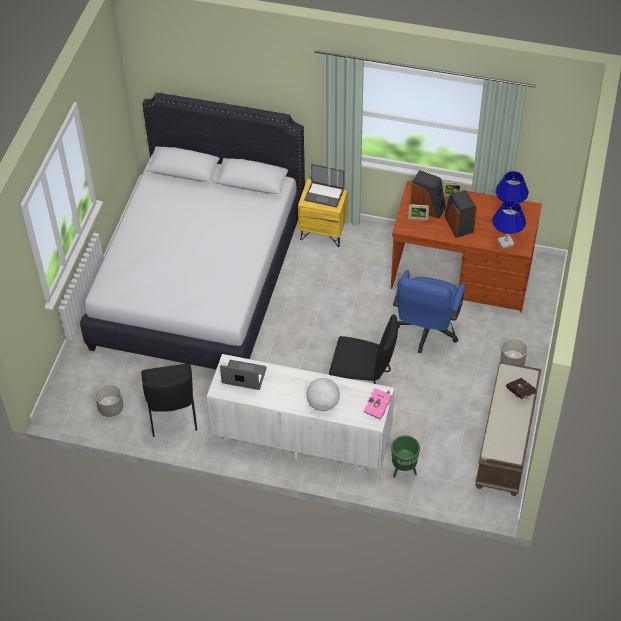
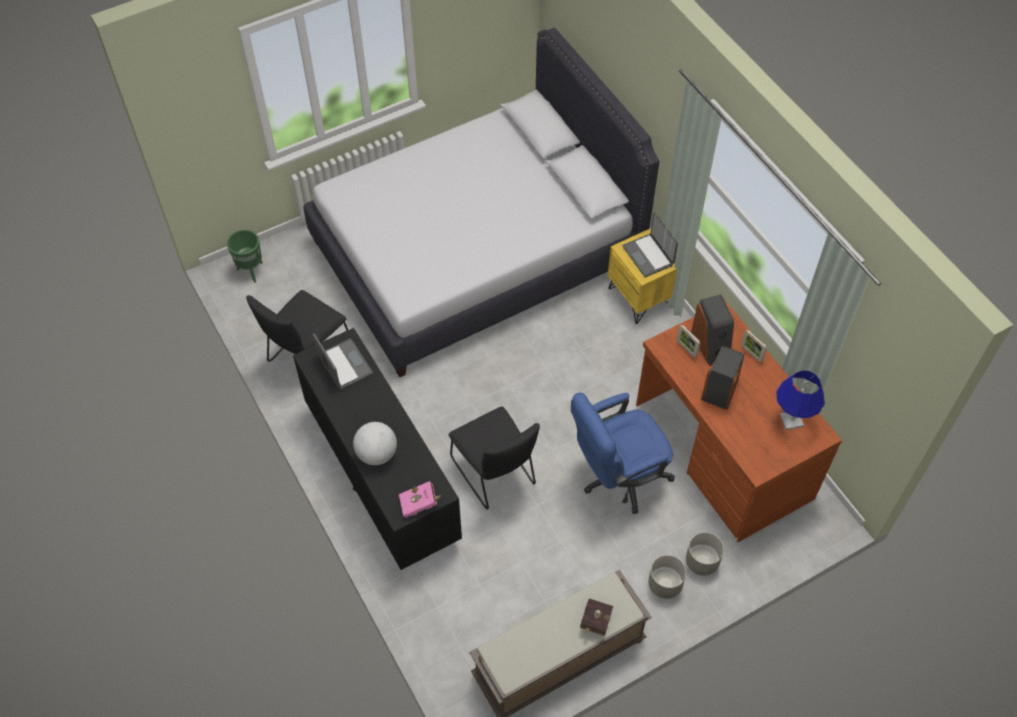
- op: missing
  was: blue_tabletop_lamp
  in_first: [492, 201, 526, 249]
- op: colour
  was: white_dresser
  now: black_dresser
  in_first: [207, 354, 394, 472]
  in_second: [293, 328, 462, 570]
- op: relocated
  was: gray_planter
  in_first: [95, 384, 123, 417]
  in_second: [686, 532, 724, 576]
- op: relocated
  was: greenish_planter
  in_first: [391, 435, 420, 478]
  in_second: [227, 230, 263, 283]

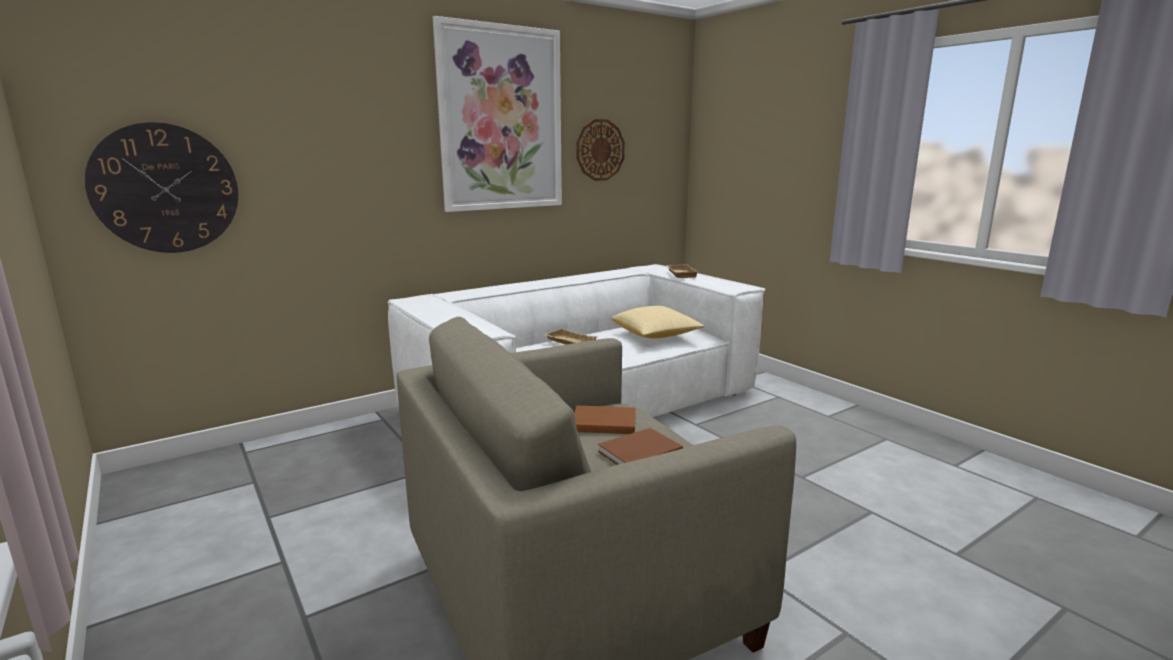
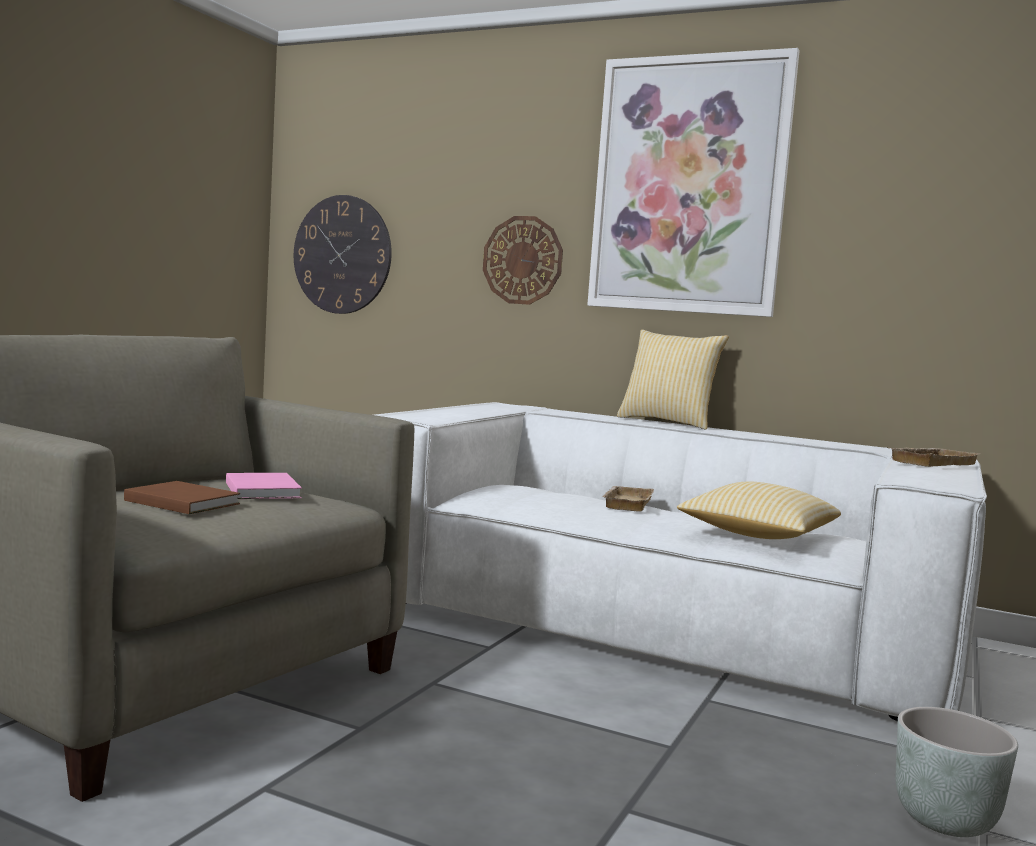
- op: relocated
  was: clock_on_the_wall
  in_first: [576, 119, 625, 181]
  in_second: [483, 216, 563, 305]
- op: colour
  was: brown-coloured_book
  now: pinkish_book
  in_first: [574, 405, 636, 434]
  in_second: [226, 473, 302, 499]
- op: appeared
  now: cushion
  in_second: [617, 330, 729, 429]
- op: appeared
  now: gray_planter
  in_second: [896, 707, 1018, 837]

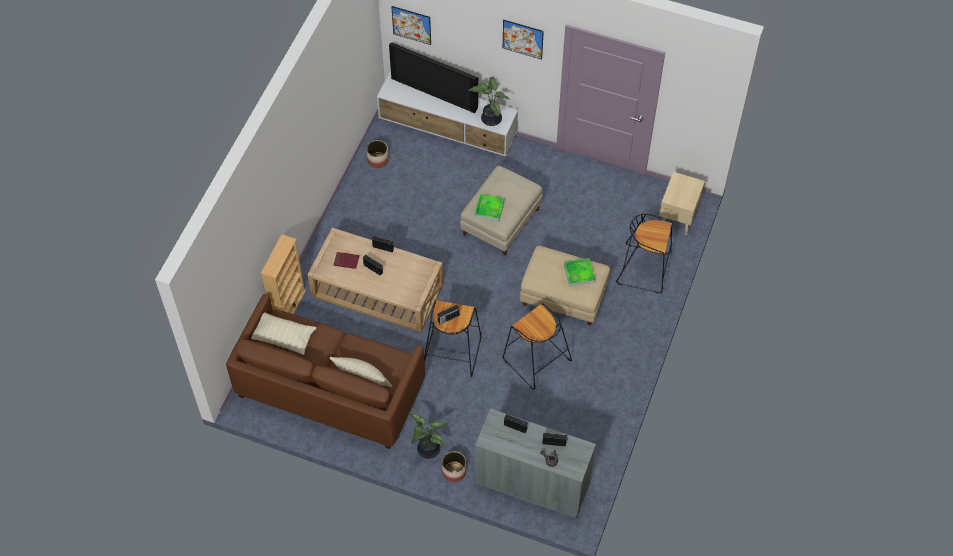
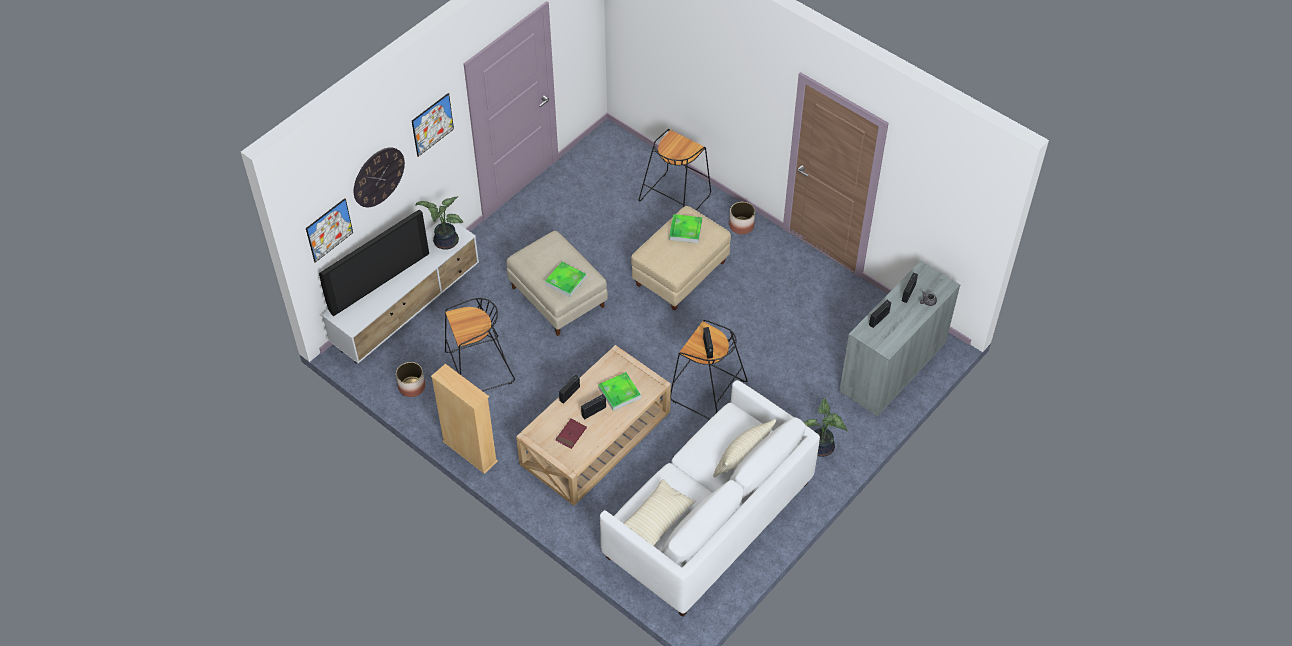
- op: missing
  was: beige-coloured_night_table
  in_first: [659, 172, 705, 235]
- op: relocated
  was: beige-coloured_shelving_unit
  in_first: [261, 234, 306, 314]
  in_second: [431, 364, 498, 474]
- op: colour
  was: brown-coloured_settee
  now: white_settee
  in_first: [226, 294, 425, 449]
  in_second: [600, 380, 820, 617]
- op: relocated
  was: black_stool_seat
  in_first: [503, 303, 572, 390]
  in_second: [445, 298, 515, 391]
- op: relocated
  was: planter
  in_first: [442, 451, 466, 482]
  in_second: [729, 202, 755, 234]
- op: appeared
  now: clock_on_the_wall
  in_second: [354, 147, 405, 207]
- op: appeared
  now: serving_tray
  in_second: [598, 372, 641, 411]

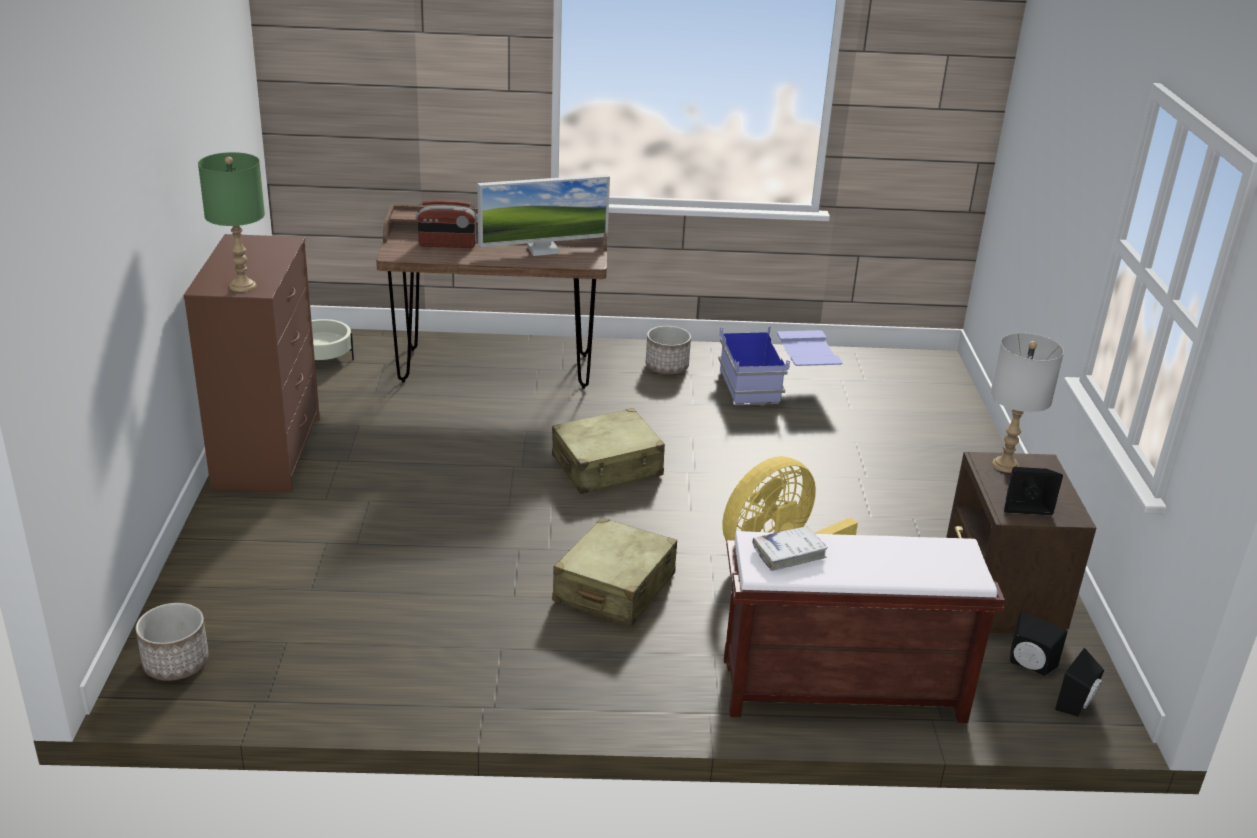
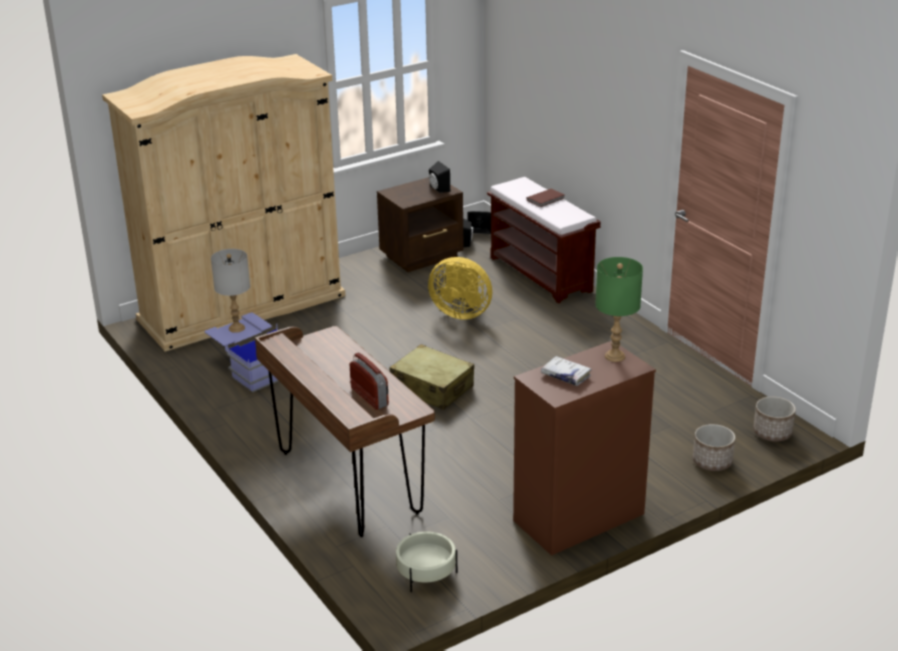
- op: missing
  was: computer_display
  in_first: [477, 174, 610, 256]
- op: relocated
  was: planter
  in_first: [646, 326, 691, 374]
  in_second: [693, 424, 735, 471]
- op: relocated
  was: gray_tabletop_lamp
  in_first: [990, 333, 1064, 473]
  in_second: [211, 249, 250, 333]
- op: missing
  was: beige-coloured_suitcase
  in_first: [553, 518, 677, 627]
- op: relocated
  was: white_book
  in_first: [753, 526, 828, 571]
  in_second: [541, 356, 592, 386]
- op: appeared
  now: beige-coloured_armoire
  in_second: [102, 54, 345, 352]
- op: appeared
  now: brown-coloured_book
  in_second: [526, 189, 564, 207]

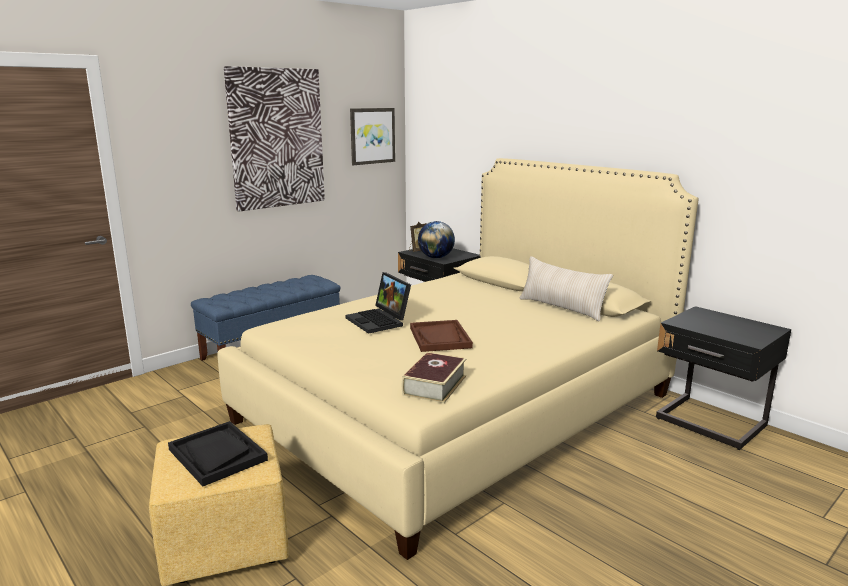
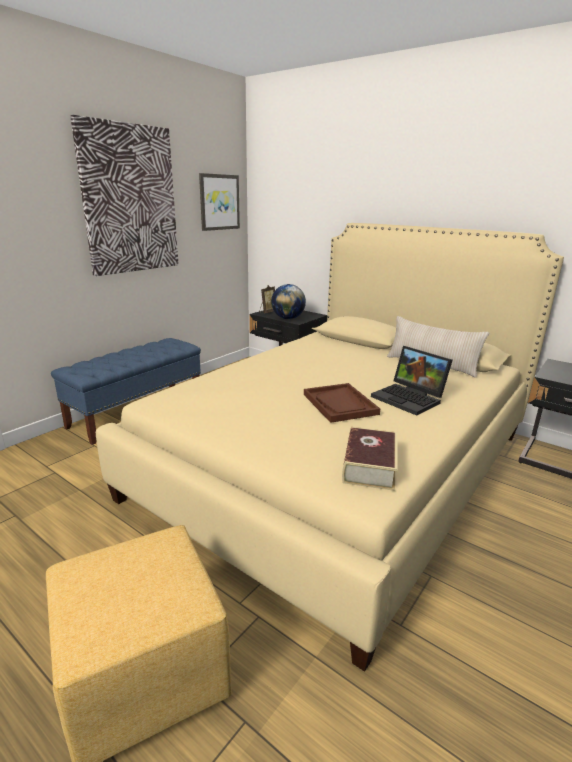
- op: relocated
  was: laptop
  in_first: [345, 272, 411, 334]
  in_second: [371, 346, 453, 416]
- op: missing
  was: black_serving_tray
  in_first: [168, 421, 268, 486]

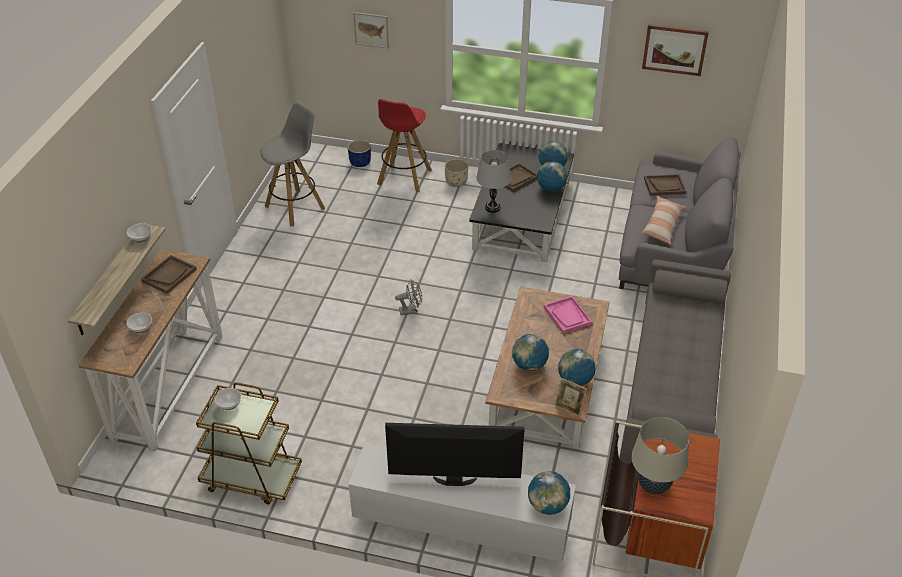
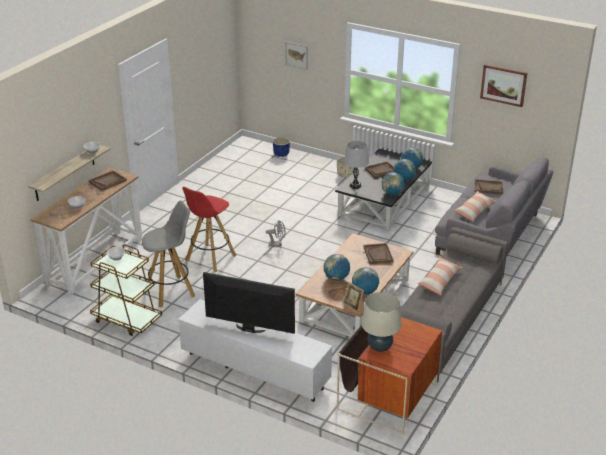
- op: relocated
  was: reddish_stool_seat
  in_first: [377, 99, 432, 192]
  in_second: [182, 187, 237, 272]
- op: relocated
  was: gray_stool_seat
  in_first: [261, 102, 325, 227]
  in_second: [142, 200, 195, 308]
- op: colour
  was: pinkish_serving_tray
  now: brown-coloured_serving_tray
  in_first: [544, 296, 592, 333]
  in_second: [364, 243, 394, 264]
- op: relocated
  was: globe
  in_first: [528, 471, 570, 515]
  in_second: [382, 172, 405, 195]
- op: appeared
  now: cushion
  in_second: [417, 257, 462, 295]

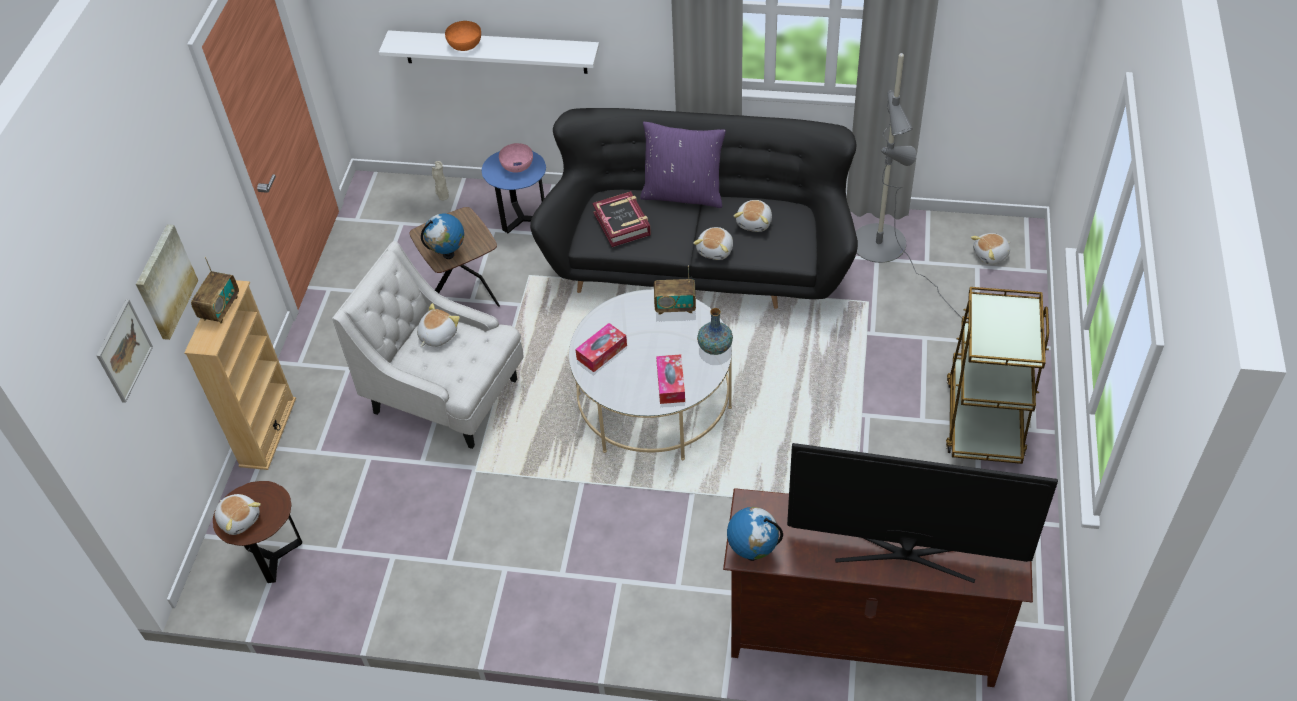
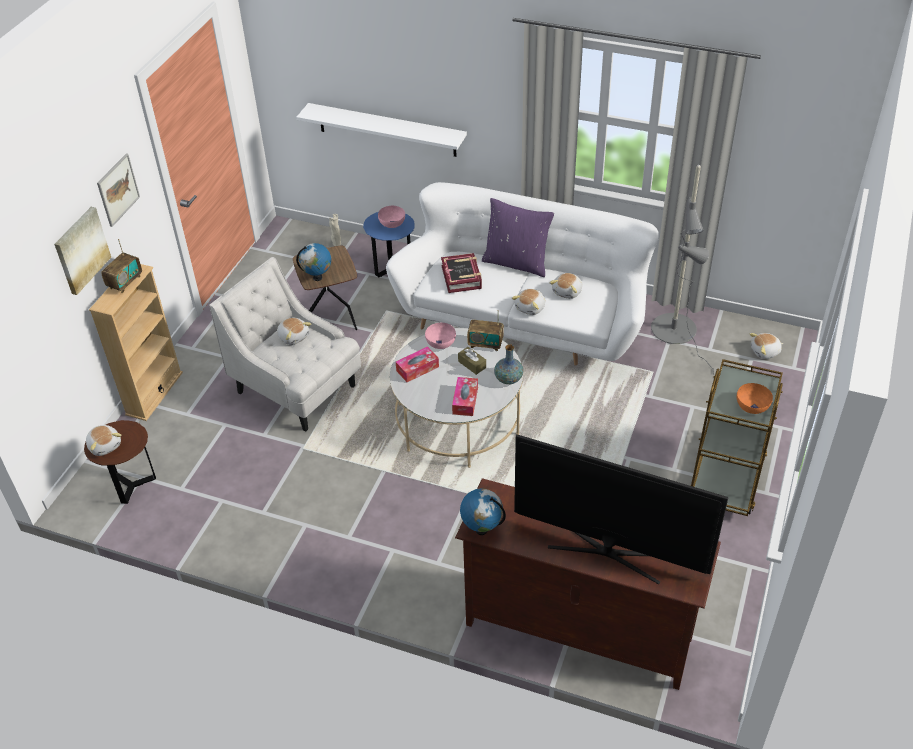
- op: relocated
  was: orangey_bowl
  in_first: [445, 21, 481, 51]
  in_second: [737, 383, 773, 414]
- op: colour
  was: black_settee
  now: white_settee
  in_first: [530, 108, 858, 309]
  in_second: [386, 182, 659, 365]
- op: relocated
  was: wall_art
  in_first: [96, 299, 153, 403]
  in_second: [97, 153, 140, 227]
- op: spun
  was: soft_toy
  in_first: [417, 303, 460, 347]
  in_second: [277, 317, 311, 345]
  clockwise: 90
- op: appeared
  now: pinkish_bowl
  in_second: [425, 323, 456, 349]
- op: appeared
  now: brown-coloured_tissue_box
  in_second: [458, 347, 486, 375]

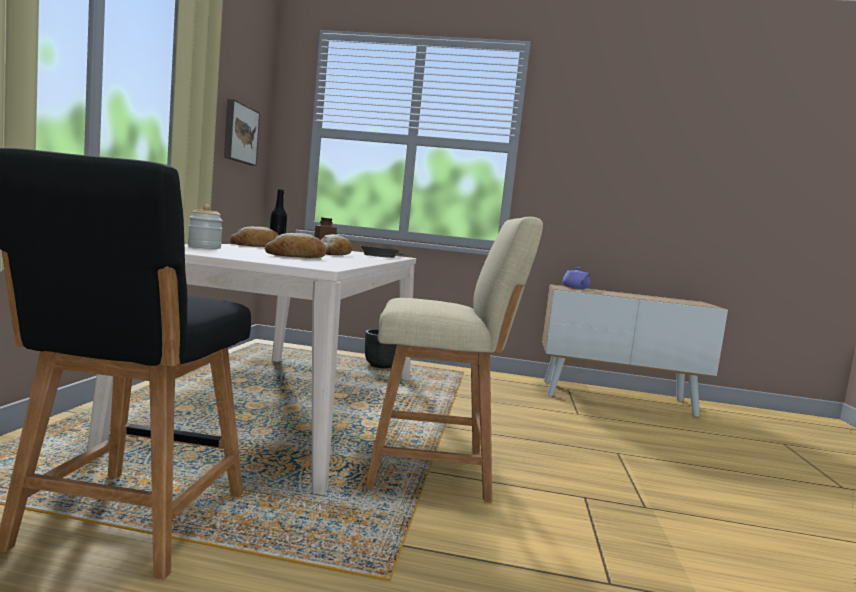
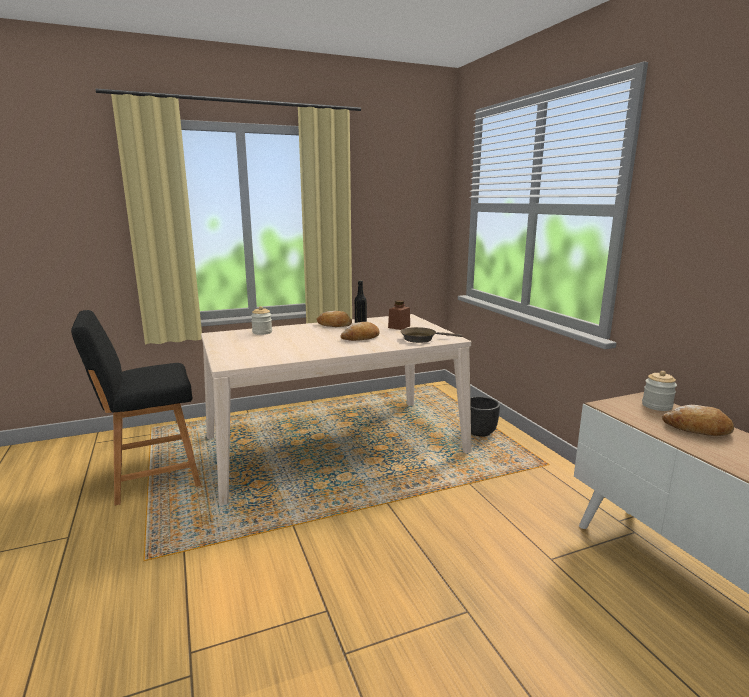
- op: missing
  was: wall_art
  in_first: [224, 99, 260, 166]
- op: missing
  was: beige-coloured_stool_seat
  in_first: [364, 217, 543, 502]
- op: relocated
  was: bread
  in_first: [265, 233, 326, 258]
  in_second: [662, 405, 734, 436]
- op: exchanged
  was: purplish_pot_for_tea
  now: jar
  in_first: [563, 267, 590, 289]
  in_second: [642, 371, 677, 411]

